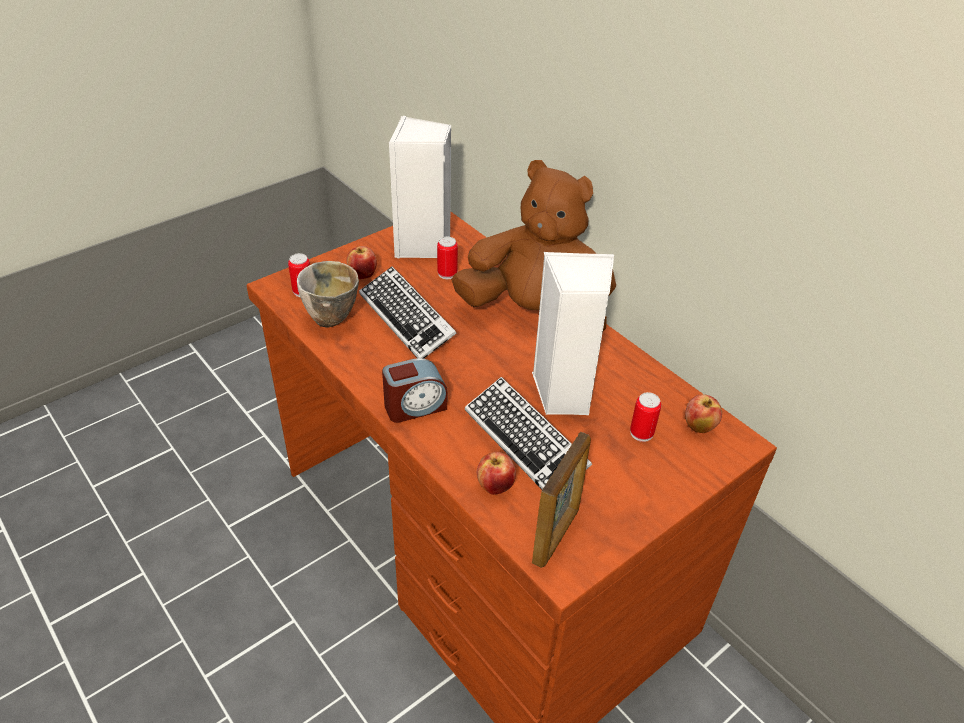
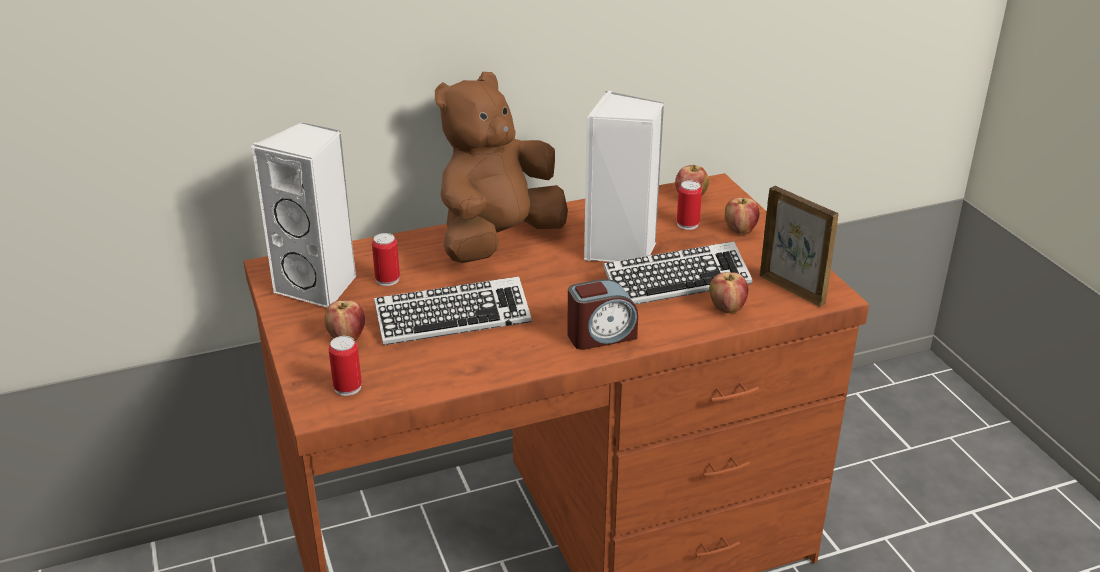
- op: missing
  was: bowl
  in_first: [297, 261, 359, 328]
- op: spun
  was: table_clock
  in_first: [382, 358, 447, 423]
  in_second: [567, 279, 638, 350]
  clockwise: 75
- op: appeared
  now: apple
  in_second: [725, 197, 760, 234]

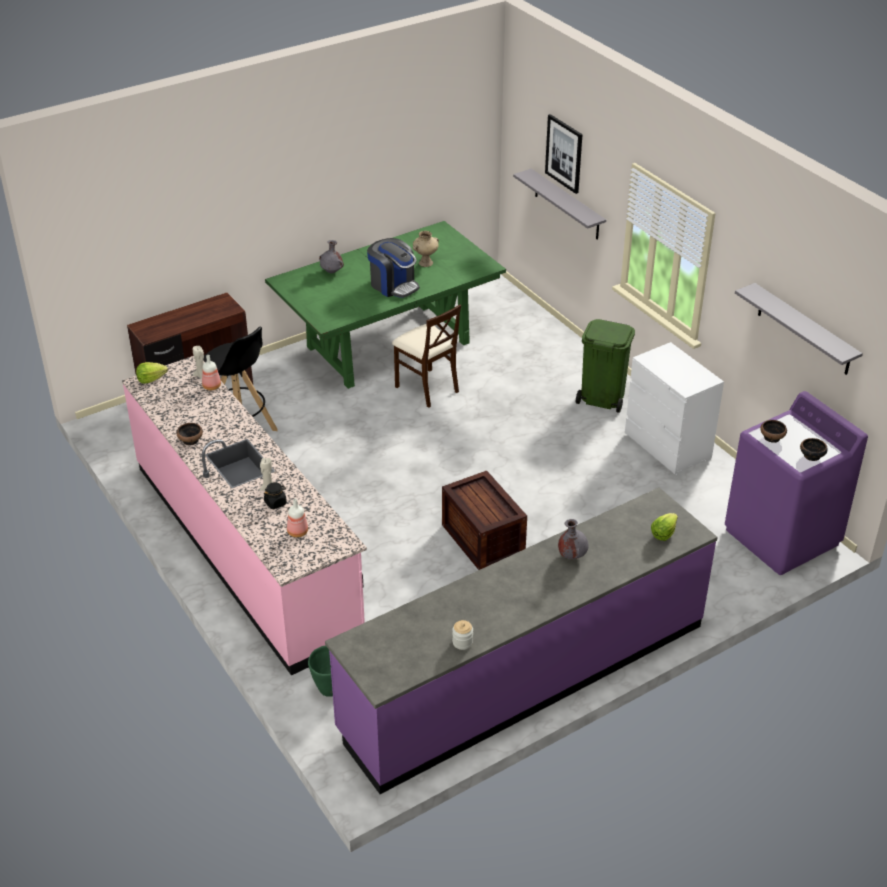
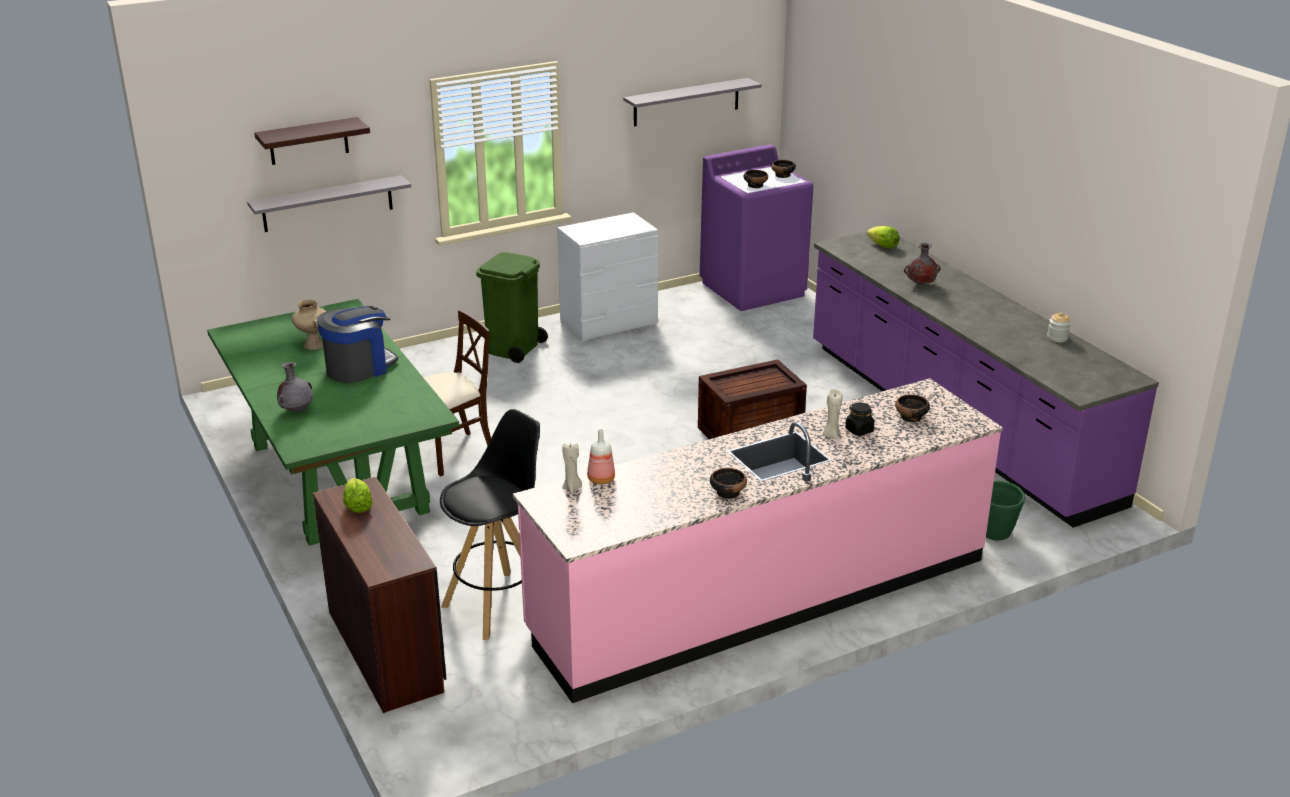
- op: exchanged
  was: wall_art
  now: wall_shelf
  in_first: [545, 114, 582, 194]
  in_second: [254, 117, 370, 165]
- op: relocated
  was: head_of_lettuce
  in_first: [136, 362, 168, 384]
  in_second: [343, 478, 373, 513]
- op: exchanged
  was: beverage_bottle
  now: bowl
  in_first: [287, 499, 308, 537]
  in_second: [895, 394, 930, 422]

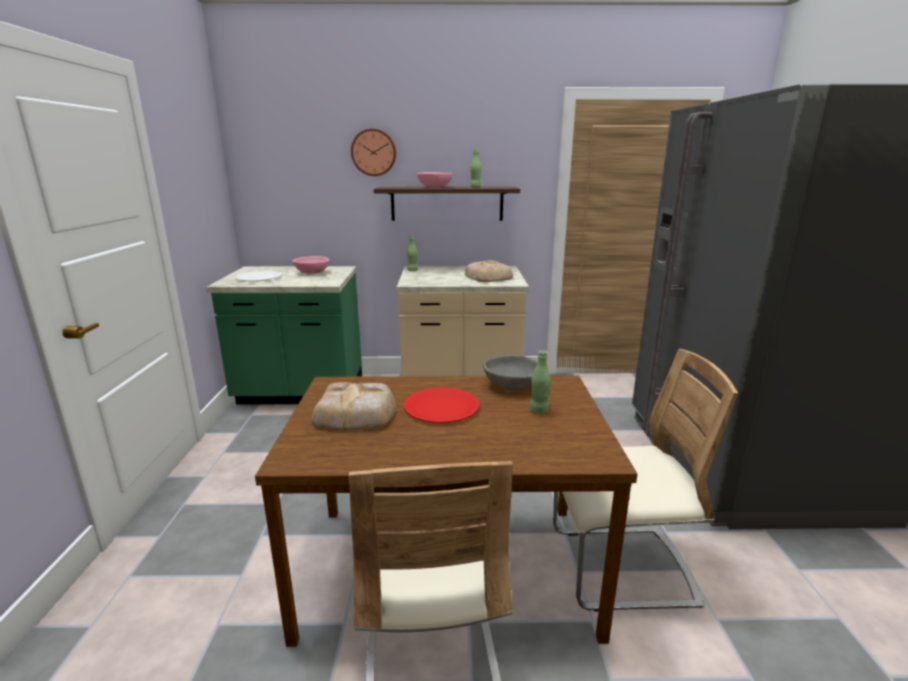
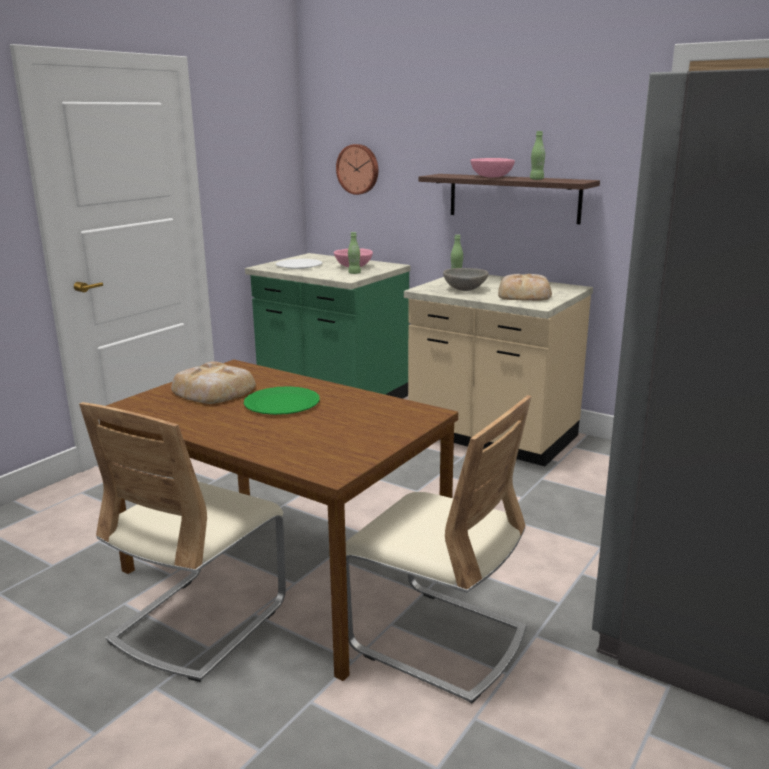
- op: relocated
  was: clock_on_the_wall
  in_first: [351, 128, 396, 176]
  in_second: [336, 144, 378, 195]
- op: relocated
  was: greenish_beverage_bottle
  in_first: [530, 350, 551, 414]
  in_second: [348, 232, 361, 274]
- op: relocated
  was: gray_bowl
  in_first: [483, 355, 537, 390]
  in_second: [443, 268, 488, 291]
- op: colour
  was: reddish_dinner_plate
  now: greenish_dinner_plate
  in_first: [404, 387, 479, 423]
  in_second: [244, 386, 320, 415]

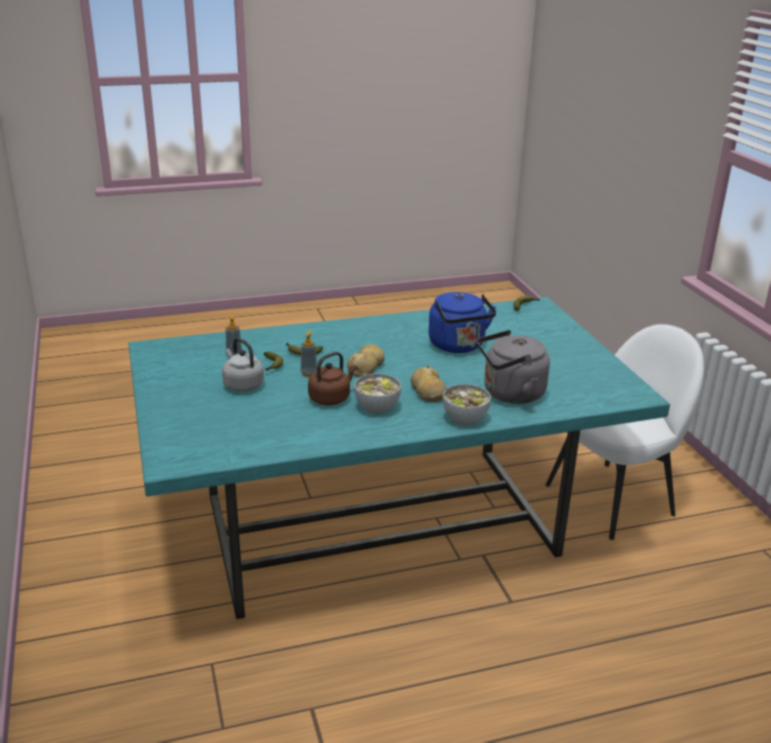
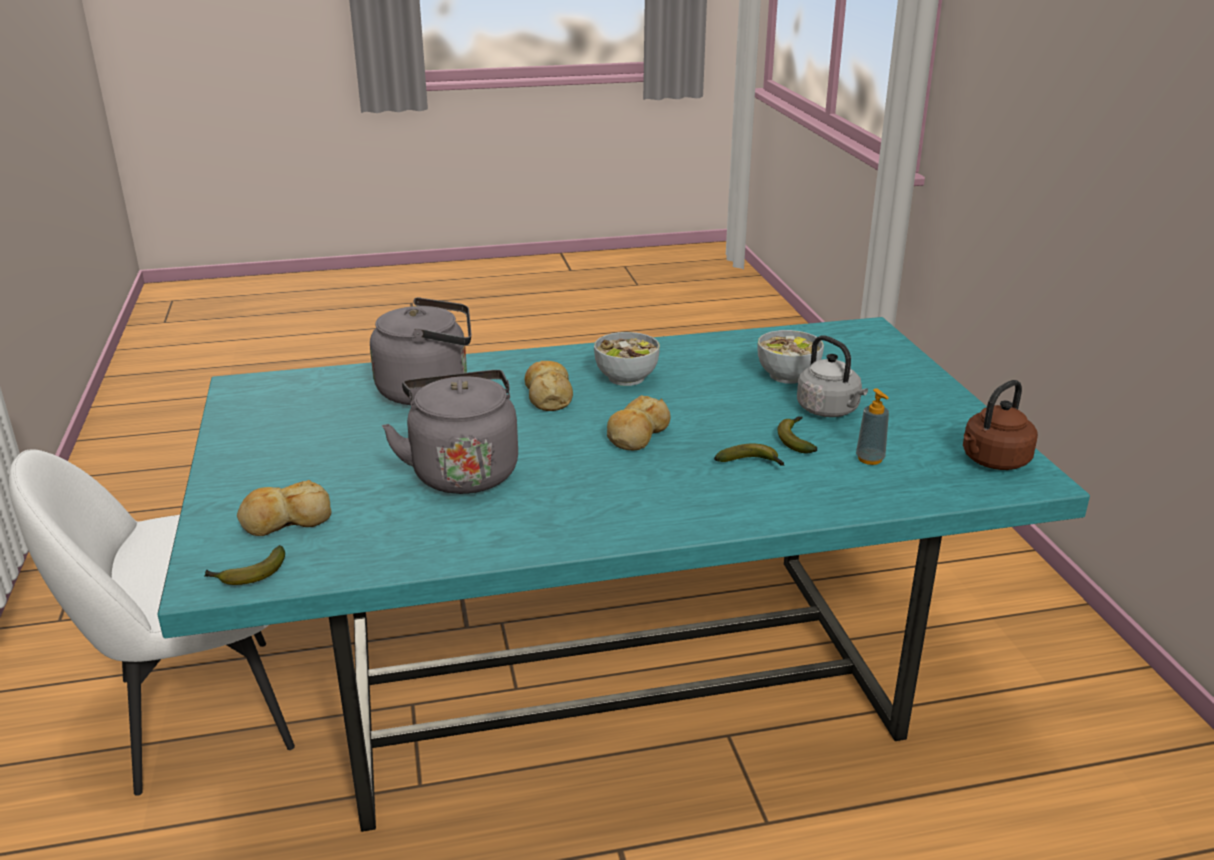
- op: colour
  was: blue_kettle
  now: gray_kettle
  in_first: [429, 292, 496, 353]
  in_second: [382, 370, 518, 494]
- op: missing
  was: soap_bottle
  in_first: [300, 330, 317, 377]
- op: relocated
  was: brown-coloured_kettle
  in_first: [308, 352, 357, 405]
  in_second: [963, 380, 1038, 470]
- op: relocated
  was: bowl
  in_first: [443, 384, 491, 425]
  in_second: [757, 330, 824, 384]
- op: appeared
  now: bread
  in_second: [237, 480, 331, 536]

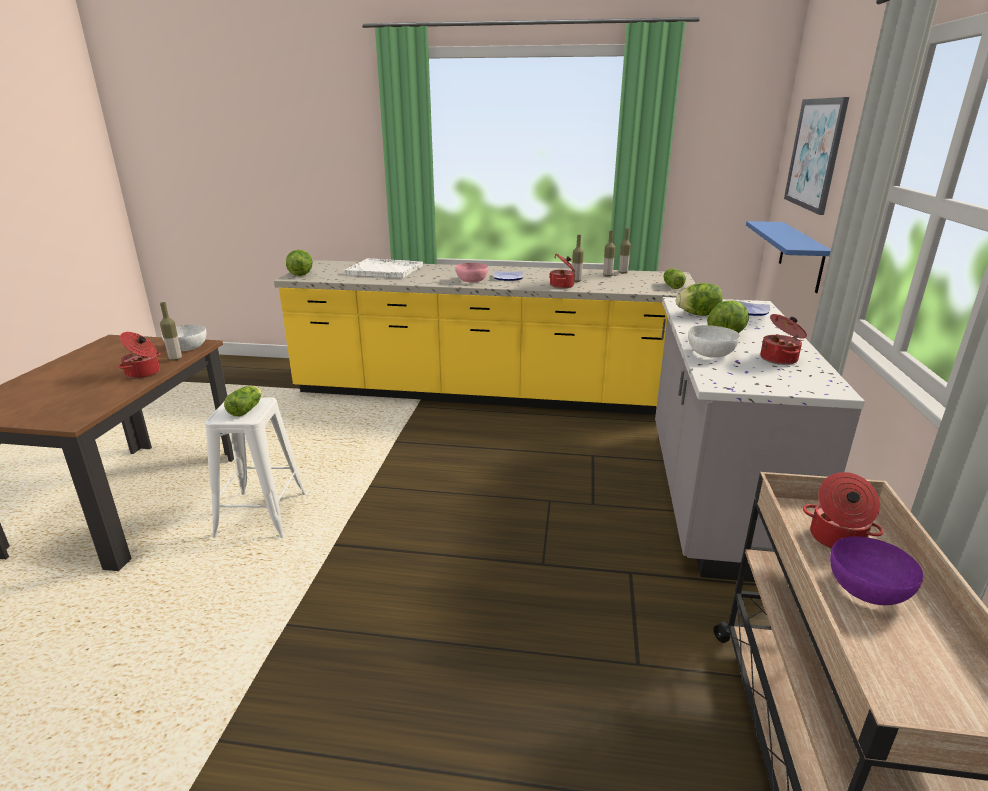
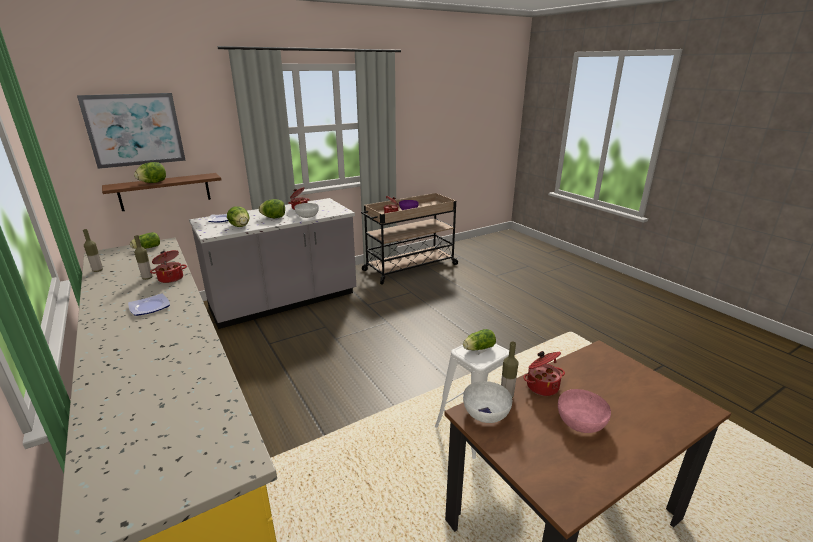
- op: colour
  was: blue_wall_shelf
  now: brown-coloured_wall_shelf
  in_first: [746, 221, 831, 293]
  in_second: [102, 173, 221, 211]
- op: missing
  was: beverage_bottle
  in_first: [603, 231, 615, 277]
- op: relocated
  was: head_of_lettuce
  in_first: [286, 250, 313, 276]
  in_second: [134, 162, 166, 183]
- op: missing
  was: white_serving_tray
  in_first: [343, 258, 423, 278]
- op: relocated
  was: pinkish_bowl
  in_first: [455, 263, 488, 282]
  in_second: [558, 389, 611, 433]

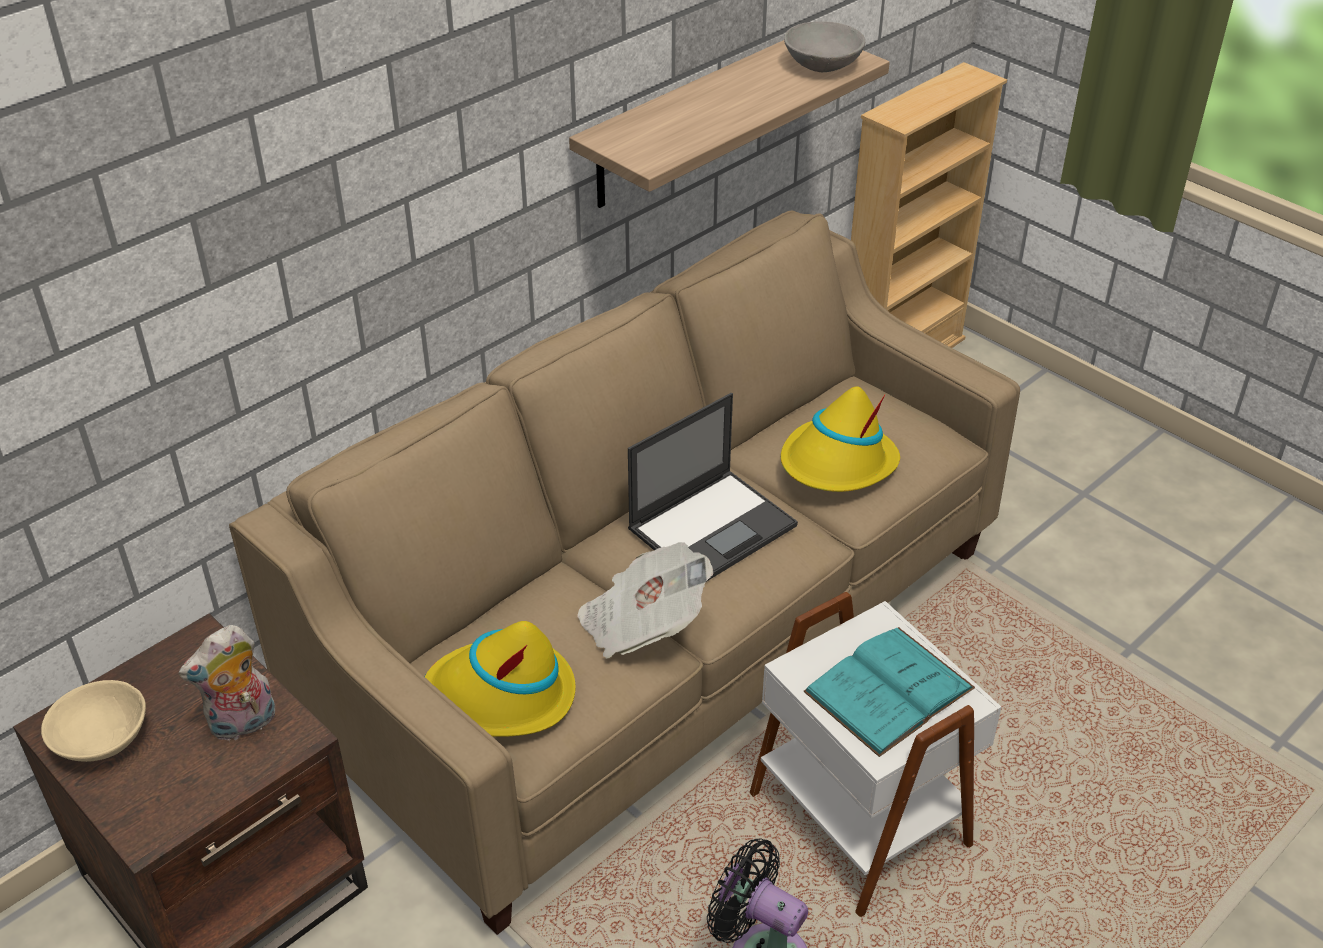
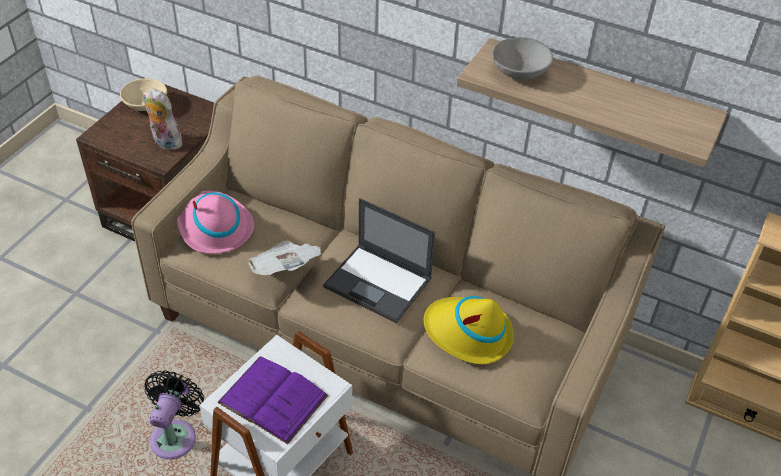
- op: relocated
  was: gray_bowl
  in_first: [784, 21, 865, 72]
  in_second: [492, 37, 554, 80]
- op: colour
  was: yellowish_wearable_hat
  now: pinkish_wearable_hat
  in_first: [425, 621, 576, 737]
  in_second: [177, 191, 254, 254]
- op: colour
  was: turquoise_book
  now: purplish_book
  in_first: [803, 627, 975, 757]
  in_second: [217, 356, 328, 445]

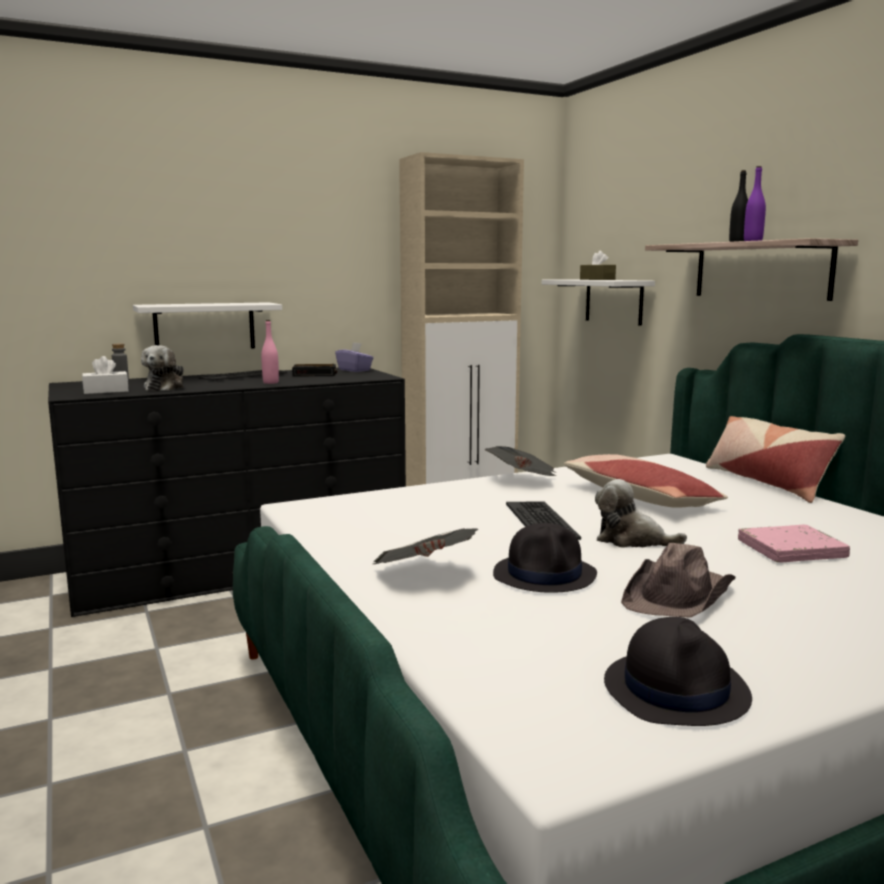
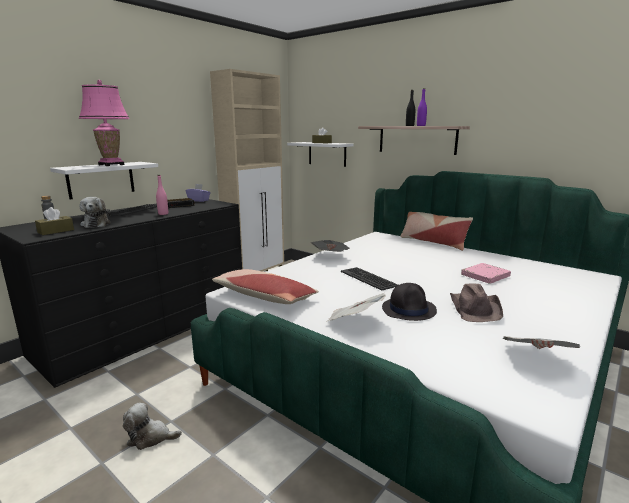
- op: colour
  was: white_tissue_box
  now: brown-coloured_tissue_box
  in_first: [82, 356, 129, 394]
  in_second: [35, 207, 74, 235]
- op: relocated
  was: cushion
  in_first: [564, 454, 728, 508]
  in_second: [212, 269, 319, 304]
- op: relocated
  was: soft_toy
  in_first: [595, 479, 687, 547]
  in_second: [123, 403, 182, 450]
- op: exchanged
  was: black_wearable_hat
  now: printed_paper
  in_first: [604, 617, 752, 726]
  in_second: [503, 336, 580, 349]
- op: appeared
  now: pinkish_tabletop_lamp
  in_second: [79, 80, 130, 166]

